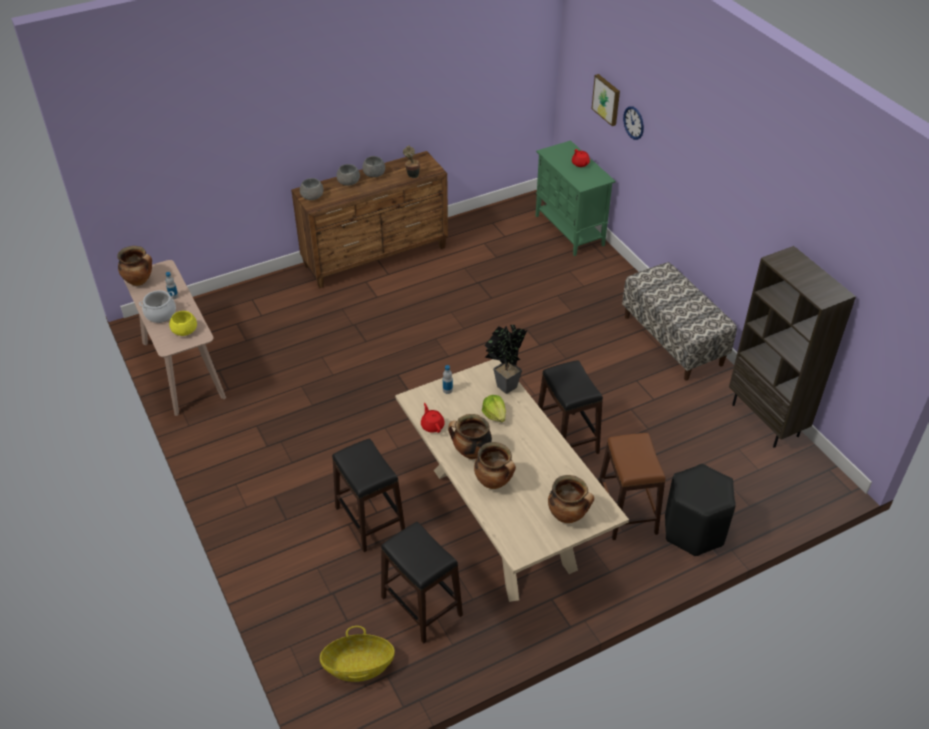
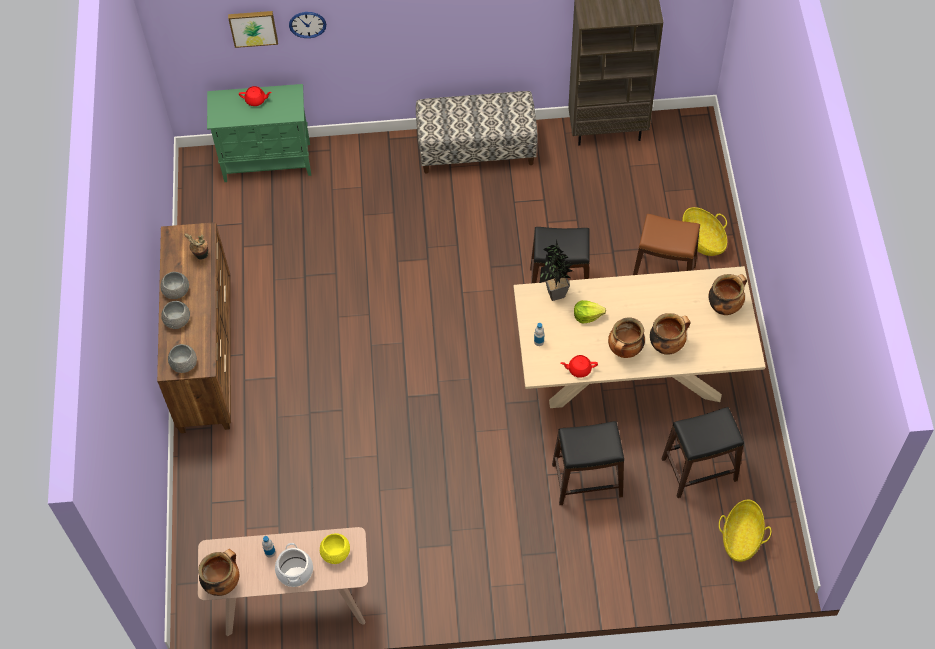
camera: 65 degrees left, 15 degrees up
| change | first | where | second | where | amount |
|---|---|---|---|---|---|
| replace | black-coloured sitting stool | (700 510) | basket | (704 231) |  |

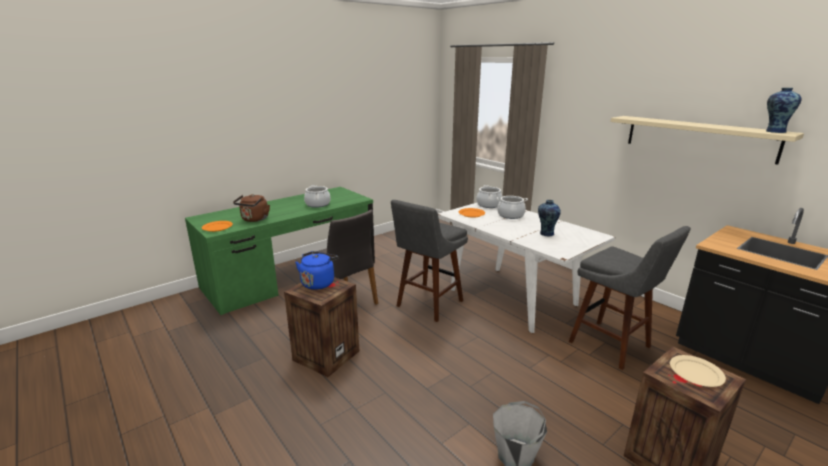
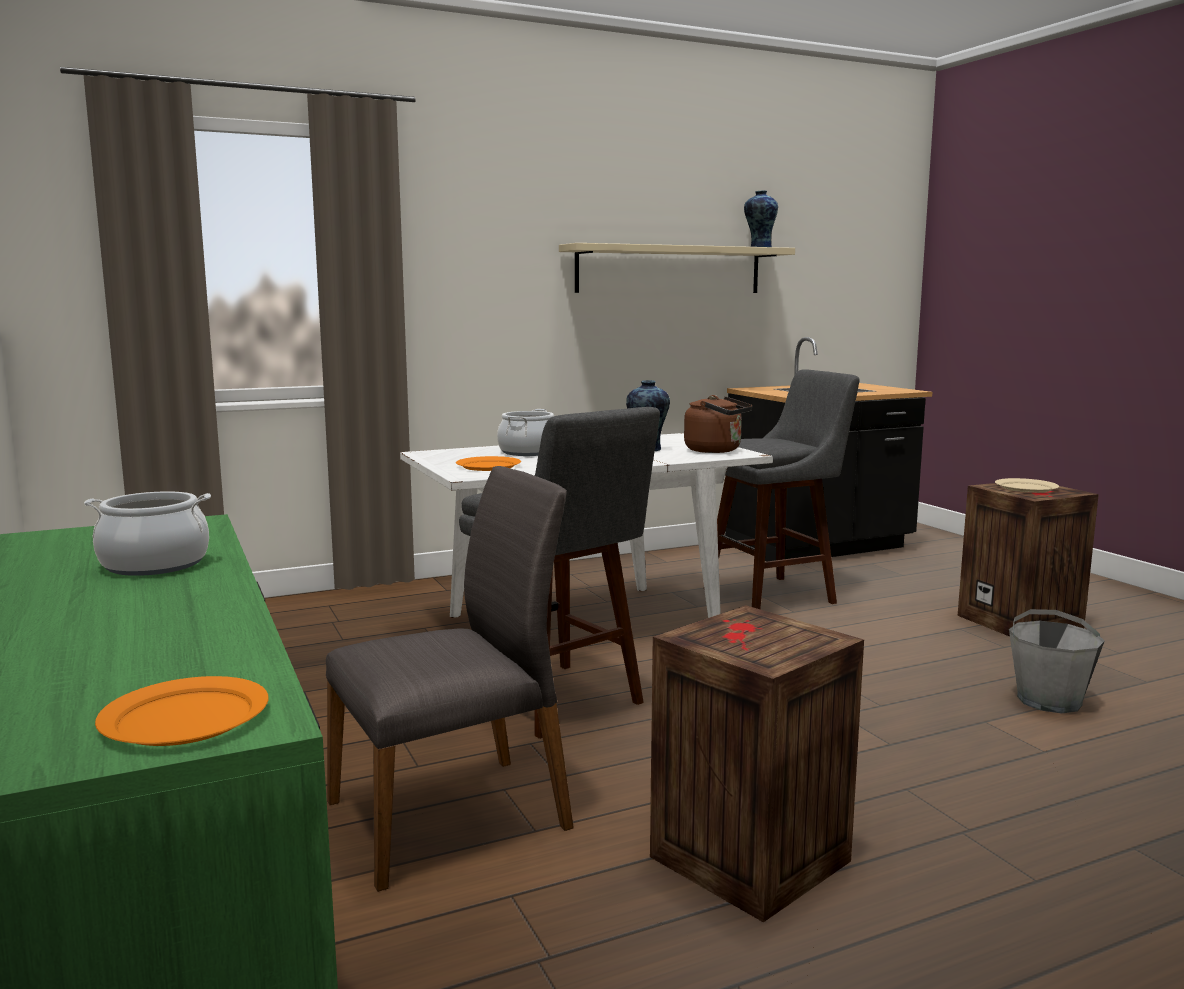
camera: 75 degrees left, 10 degrees down
| change | first | where | second | where | amount |
|---|---|---|---|---|---|
| delete | saucepot | (489 196) |  |  |  |
| move | brownish kettle | (251 208) |  | (718 424) |  |
| delete | bluish kettle | (316 270) |  |  |  |

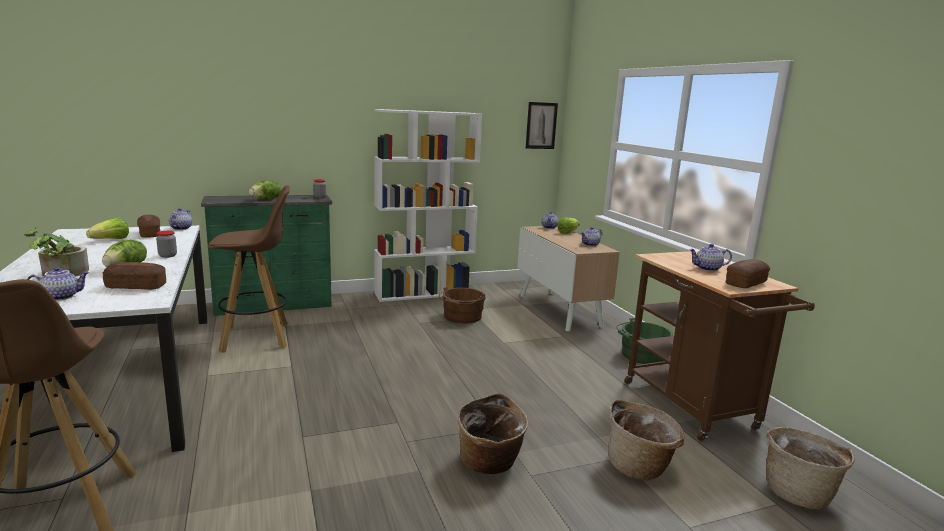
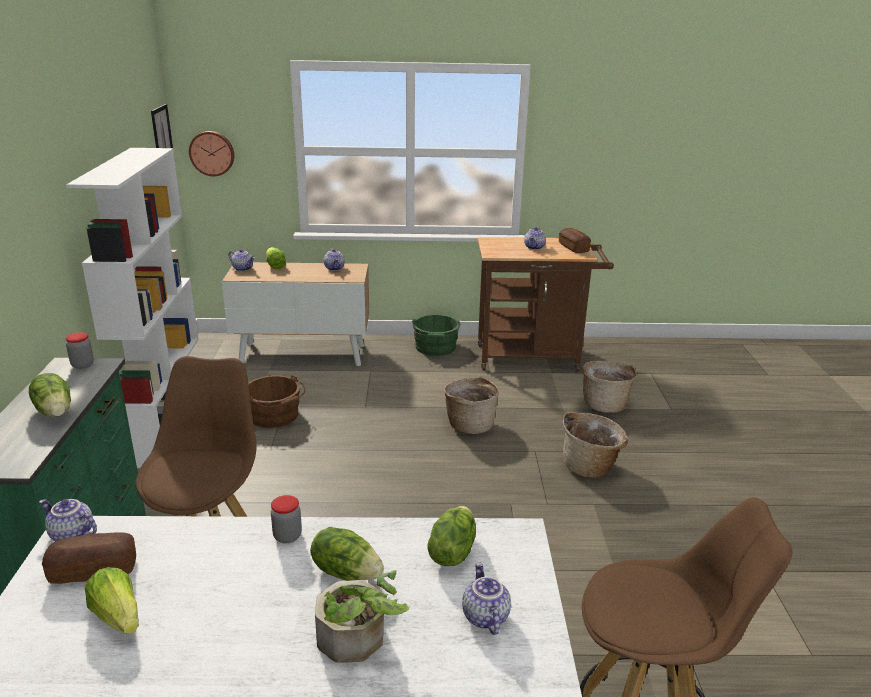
camera: 70 degrees left, 10 degrees up
| change | first | where | second | where | amount |
|---|---|---|---|---|---|
| replace | baked bread | (134 276) | lettuce head | (451 536) |  |
| move | basket | (810 468) |  | (471 405) |  |
| insert |  |  | clock on the wall | (211 153) |  |

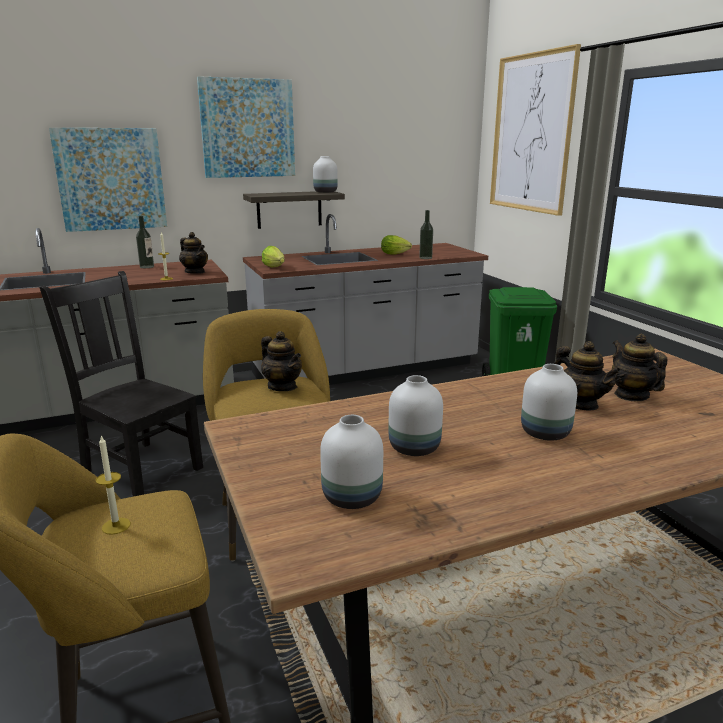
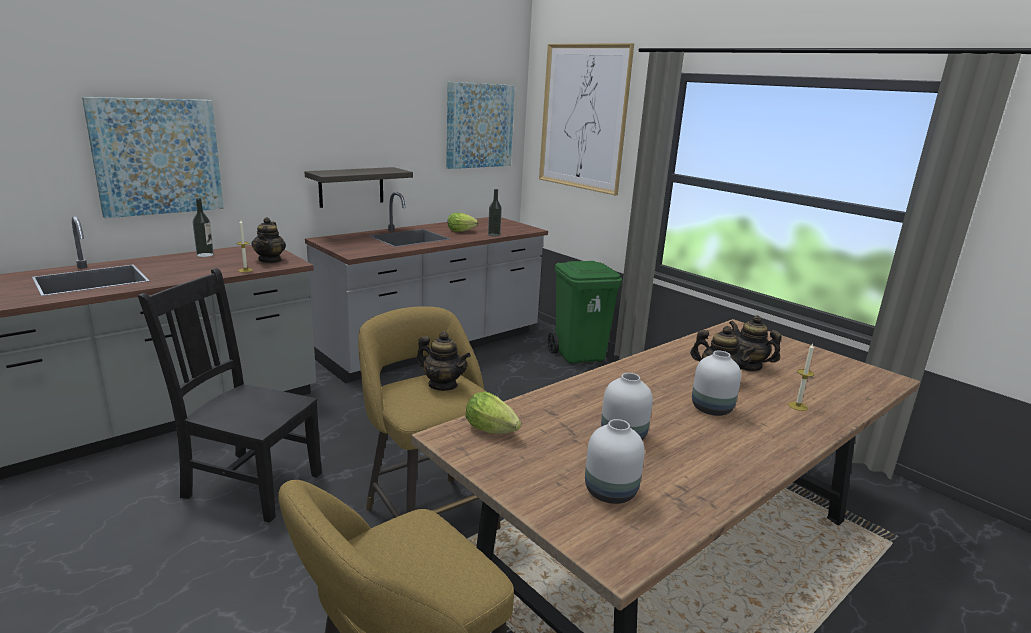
camera: 20 degrees left, 0 degrees up
| change | first | where | second | where | amount |
|---|---|---|---|---|---|
| move | wall art | (246 127) |  | (480 125) |  |
| delete | white-coloured flower vase | (325 174) |  |  |  |
| rotate | pot for tea | (193 253) |  | (268 240) | 60 degrees clockwise |
| move | lettuce head | (273 257) |  | (493 413) |  |
| move | candle | (113 485) |  | (801 377) |  |

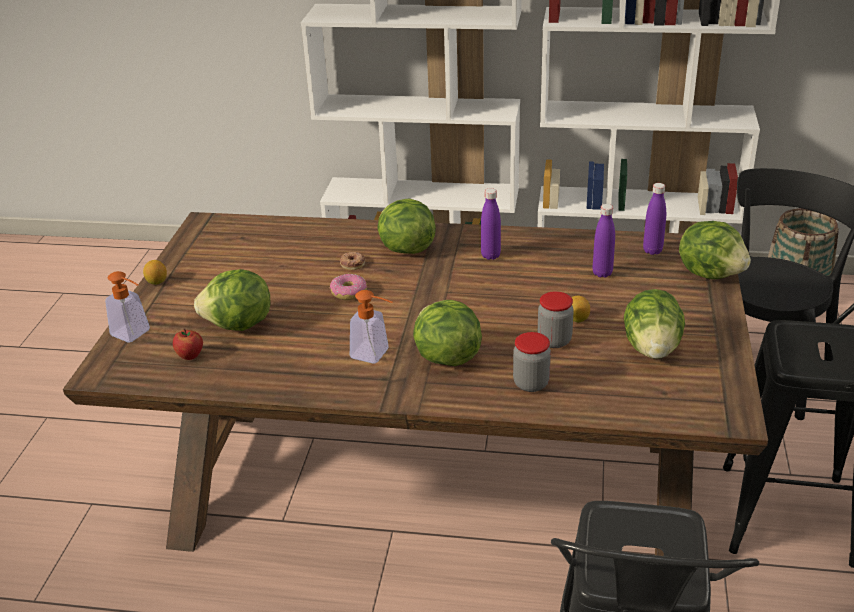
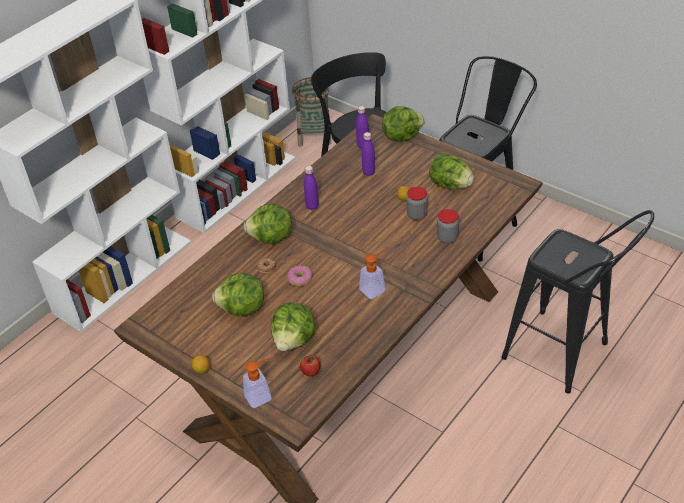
camera: 60 degrees left, 10 degrees up
| change | first | where | second | where | amount |
|---|---|---|---|---|---|
| move | lettuce head | (447 333) |  | (238 295) |  |

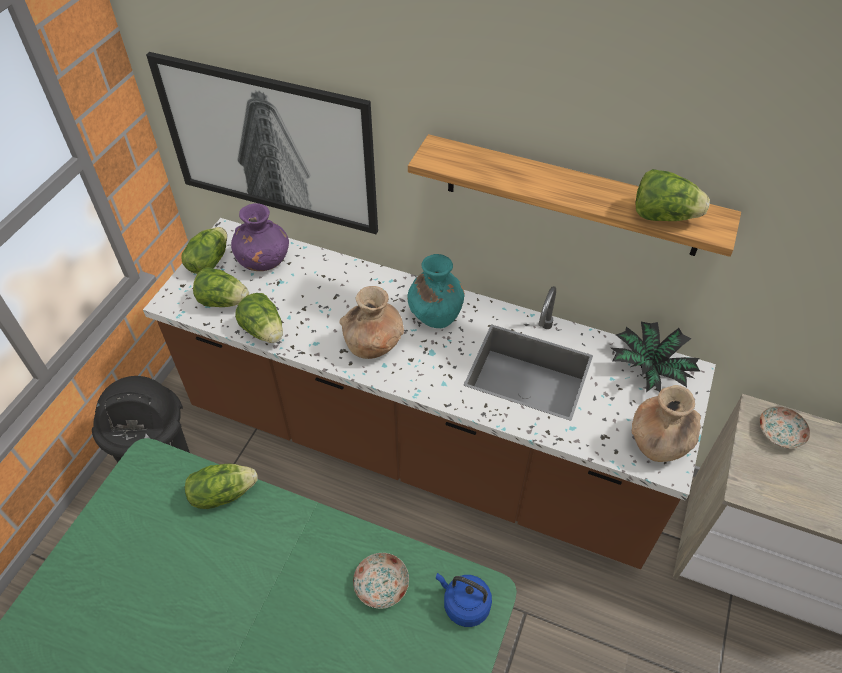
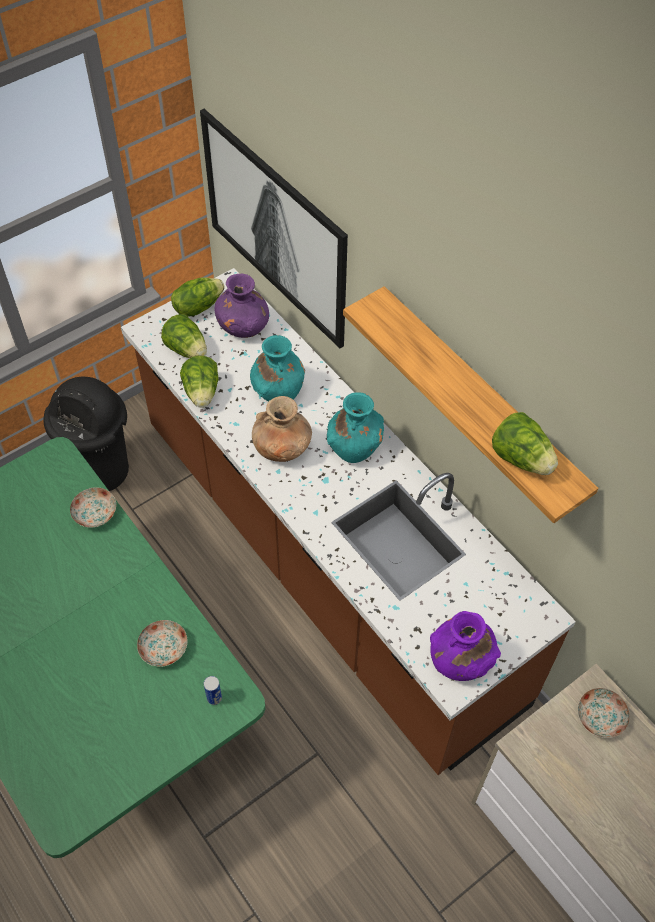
camera: 30 degrees right, 5 degrees up
| change | first | where | second | where | amount |
|---|---|---|---|---|---|
| delete | potted plant | (656 357) |  |  |  |
| recolor | brownish flower vase | (666 423) | purple flower vase | (465 646) |  |
| replace | lettuce head | (221 486) | flat dish | (93 507) |  |
| replace | bluish kettle | (464 600) | sealed can | (213 690) |  |
| insert |  |  | blue-green flower vase | (277 368) |  |

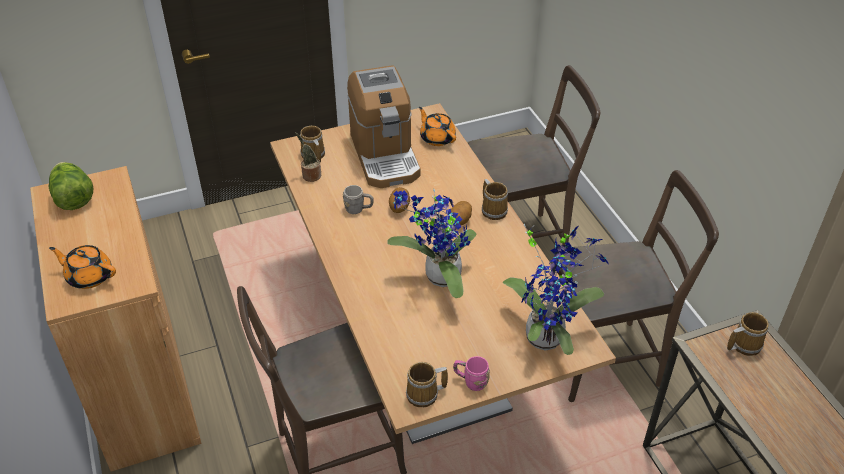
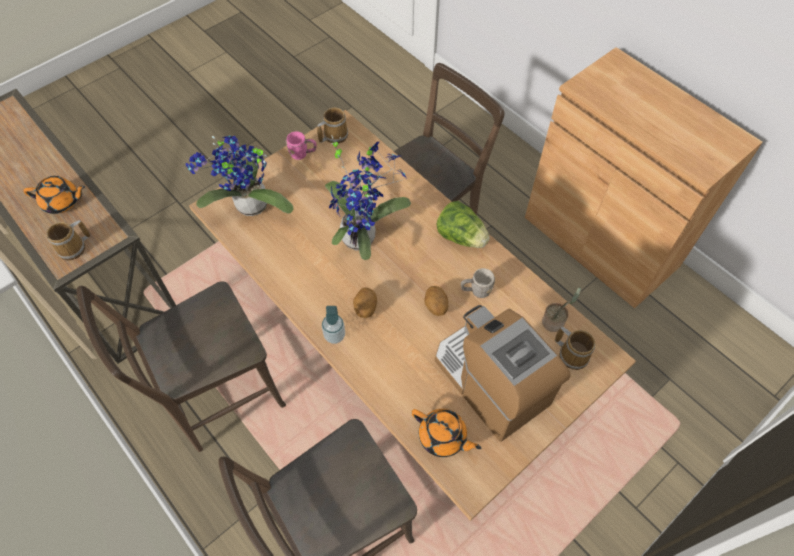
camera: 160 degrees right, 15 degrees up
| change | first | where | second | where | amount |
|---|---|---|---|---|---|
| move | lettuce head | (71 186) |  | (463 224) |  |
| replace | coffee mug | (495 199) | soap dispenser | (333 325) |  |
| move | orange-coloured pot for tea | (82 267) |  | (54 195) |  |

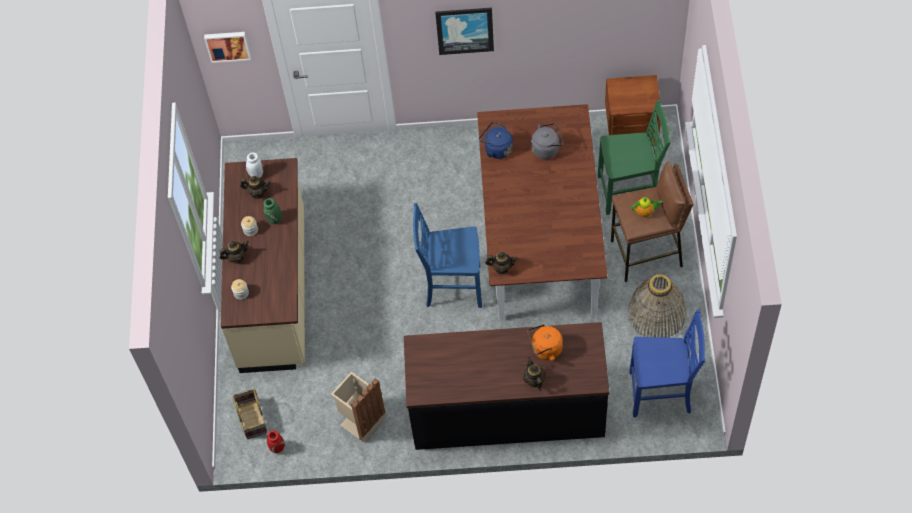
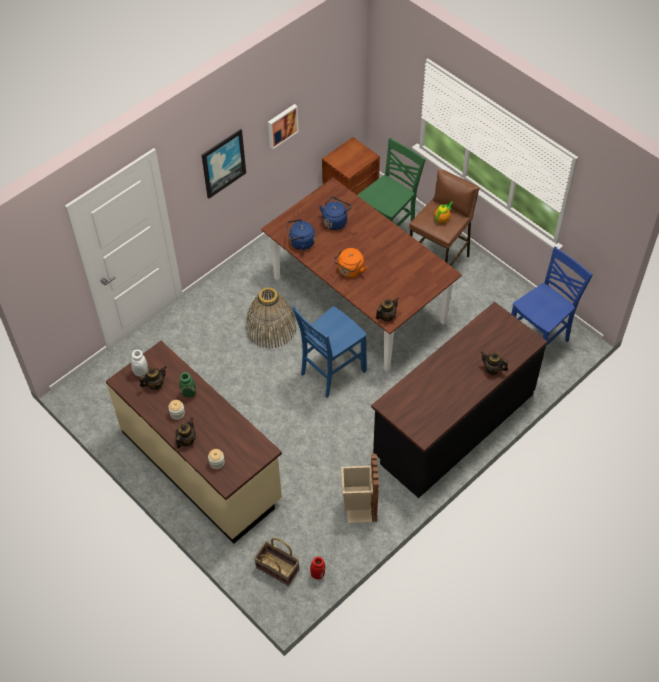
camera: 45 degrees left, 5 degrees down
| change | first | where | second | where | amount |
|---|---|---|---|---|---|
| move | wall art | (227 47) |  | (283 127) |  |
| recolor | gray kettle | (547 141) | bluish kettle | (335 213) |  |
| move | basket | (656 306) |  | (270 318) |  |
| move | orange-coloured kettle | (545 342) |  | (350 263) |  |

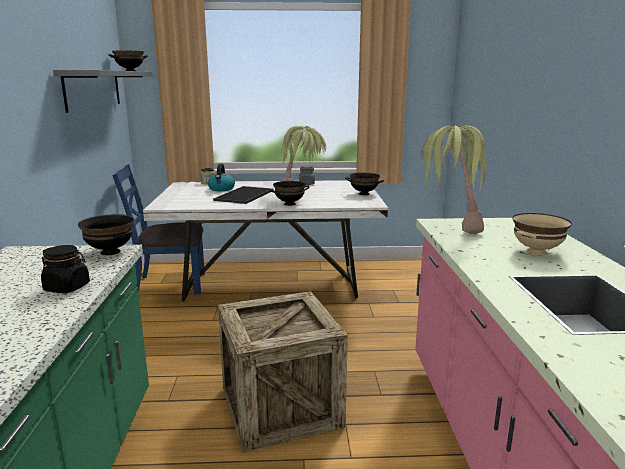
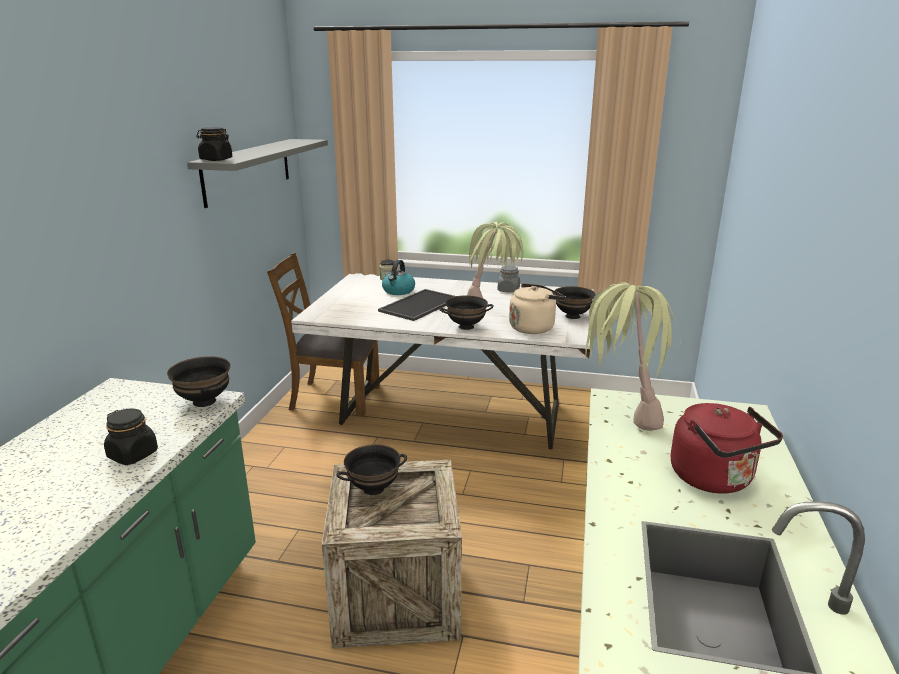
camera: 15 degrees right, 5 degrees up
| change | first | where | second | where | amount |
|---|---|---|---|---|---|
| move | black-coloured deep dish | (128 61) |  | (372 469) |  |
| recolor | bluish upright chair | (158 229) | brownish upright chair | (323 335) |  |
| replace | beige-coloured deep dish | (542 234) | red kettle | (727 448) |  |
| insert |  |  | black-coloured preserve jar | (214 144) |  |
| insert |  |  | beige-coloured kettle | (537 308) |  |

